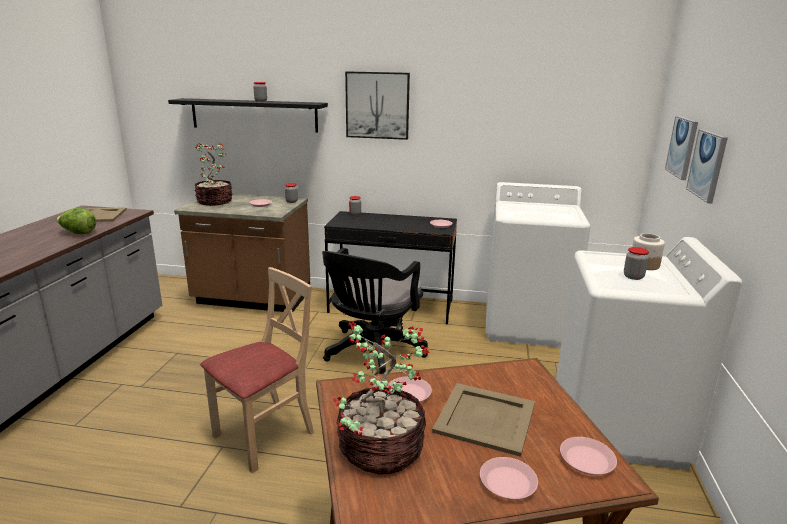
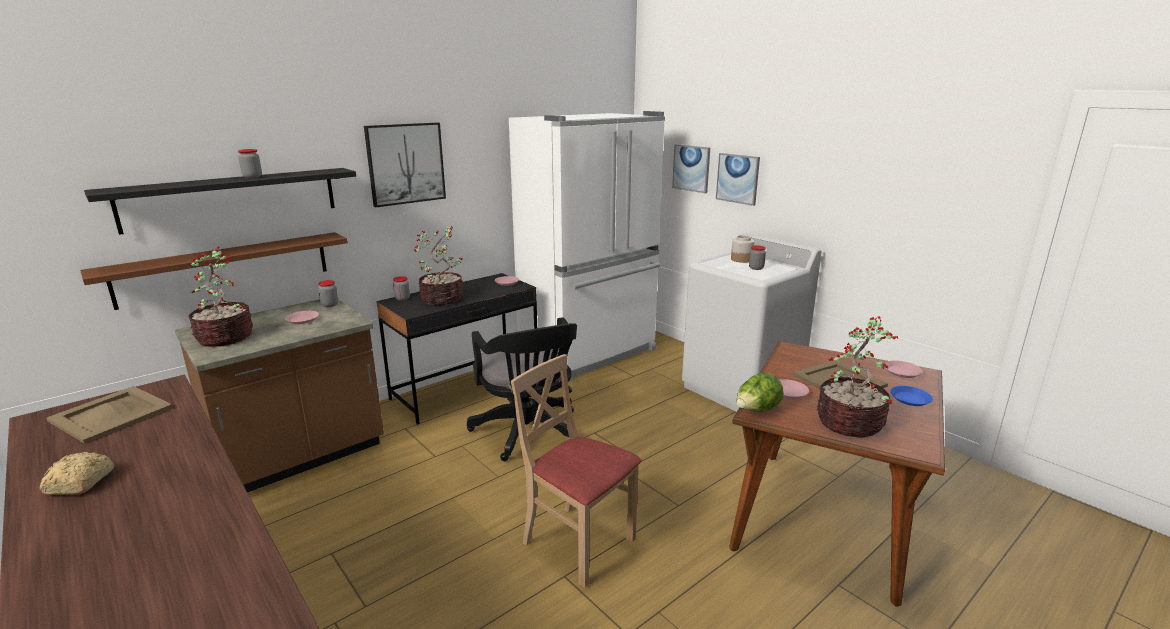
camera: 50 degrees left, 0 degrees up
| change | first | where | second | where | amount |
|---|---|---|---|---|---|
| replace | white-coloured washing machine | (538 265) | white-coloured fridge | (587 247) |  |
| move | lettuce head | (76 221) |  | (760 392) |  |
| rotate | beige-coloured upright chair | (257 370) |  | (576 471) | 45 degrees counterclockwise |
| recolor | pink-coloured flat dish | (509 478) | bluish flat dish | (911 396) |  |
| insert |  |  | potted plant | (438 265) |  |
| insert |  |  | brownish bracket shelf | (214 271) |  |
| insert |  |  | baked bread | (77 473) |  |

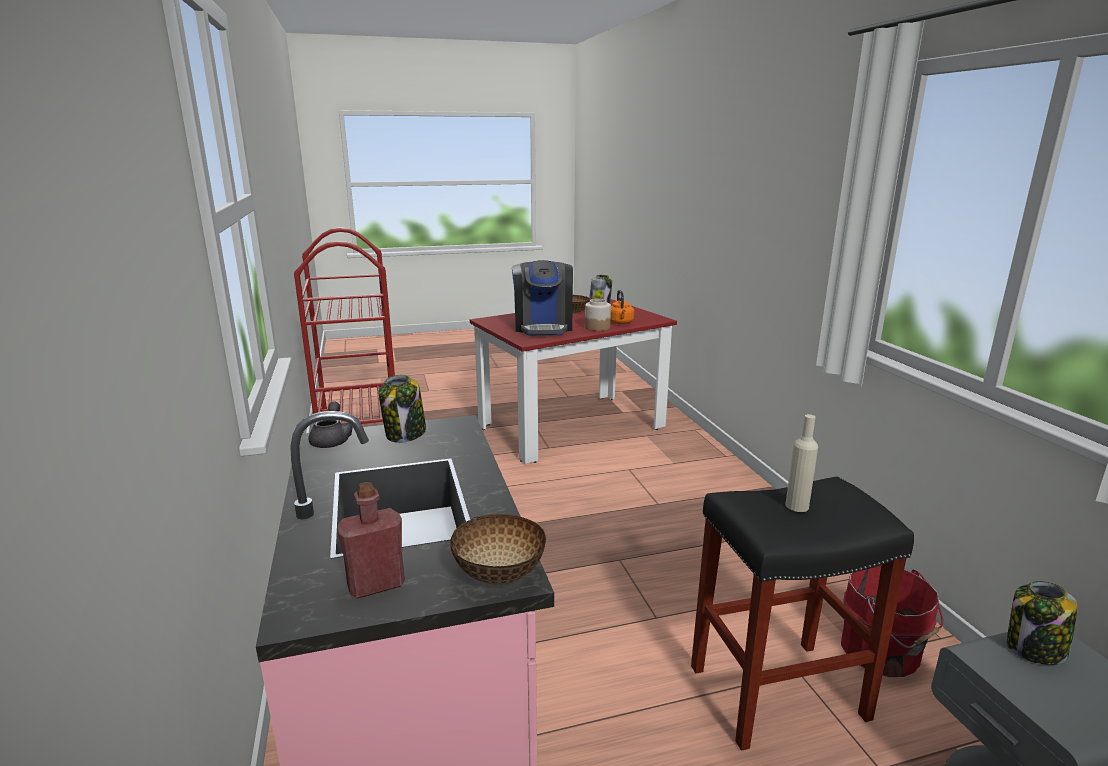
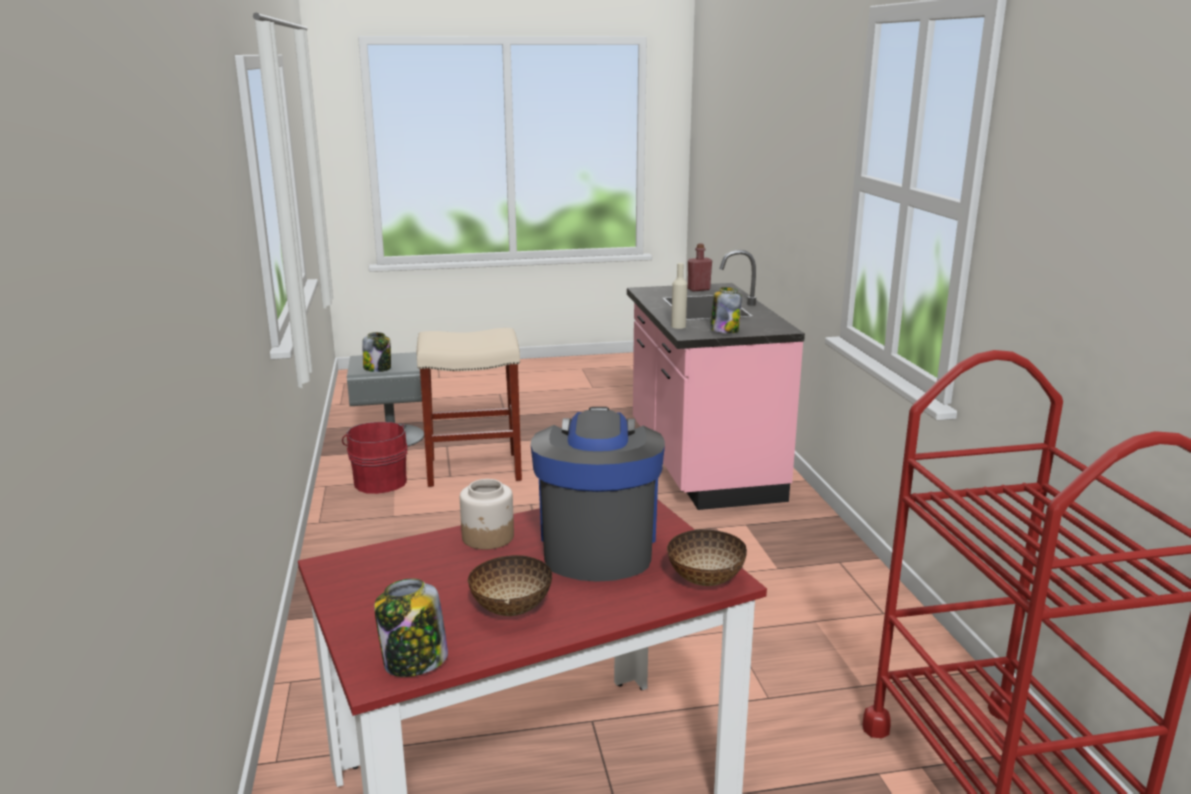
camera: 175 degrees left, 0 degrees up
| change | first | where | second | where | amount |
|---|---|---|---|---|---|
| delete | orange-coloured kettle | (622 307) |  |  |  |
| delete | gray pot for tea | (330 424) |  |  |  |
| move | beige-coloured bottle | (801 463) |  | (679 296) |  |
| recolor | black-coloured sitting stool | (802 613) | beige-coloured sitting stool | (469 407) |  |
| move | deep dish | (498 549) |  | (707 558) |  |

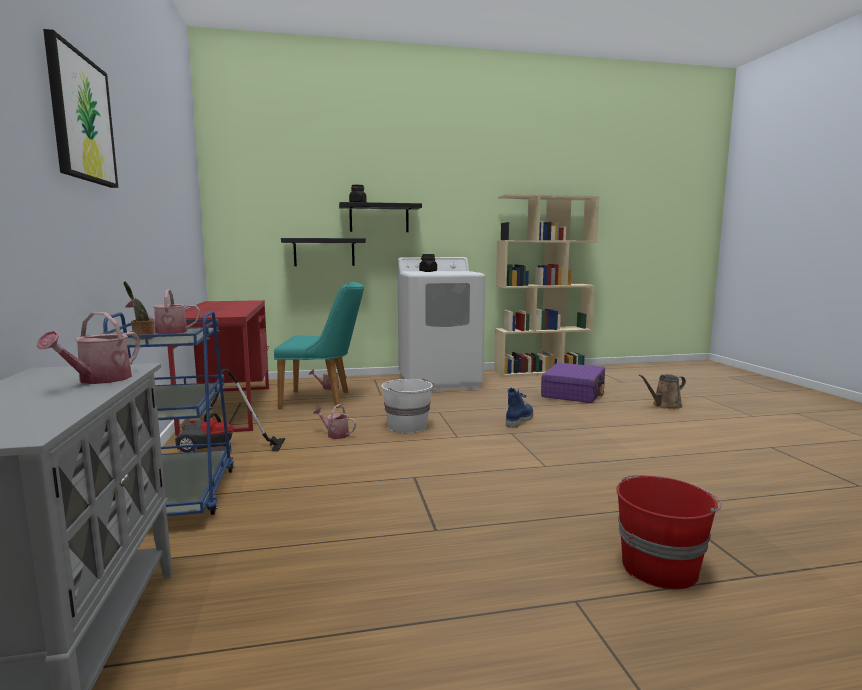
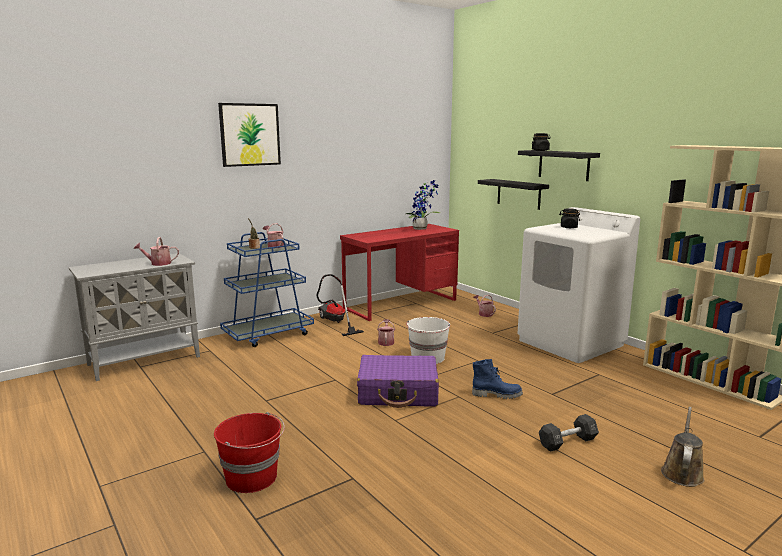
camera: 65 degrees right, 5 degrees up
| change | first | where | second | where | amount |
|---|---|---|---|---|---|
| delete | blue-green upright chair | (319 345) |  |  |  |
| move | purple piece of luggage | (573 382) |  | (398 381) |  |
| rotate | brownish sprinkling can | (662 391) |  | (682 447) | 75 degrees clockwise |
| insert |  |  | potted plant | (423 205) |  |
| insert |  |  | black-coloured hand weight | (569 433) |  |

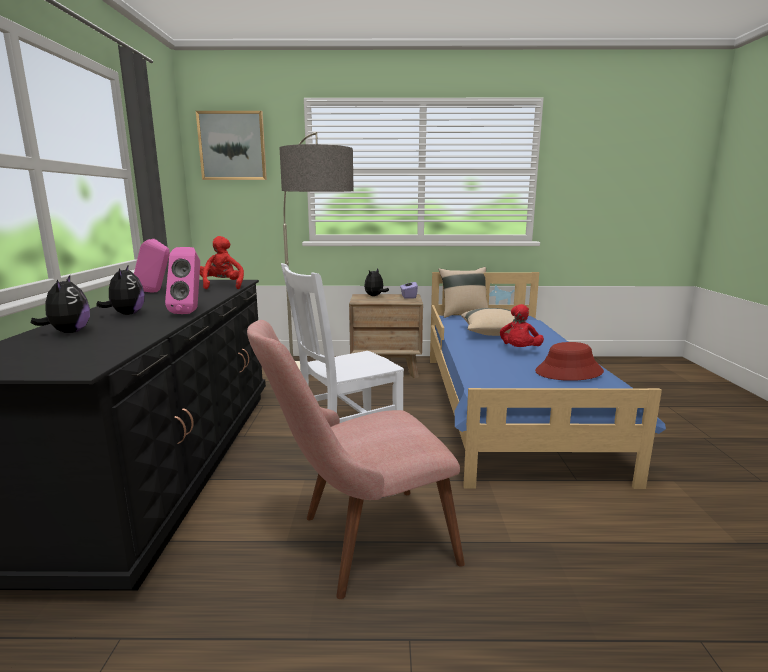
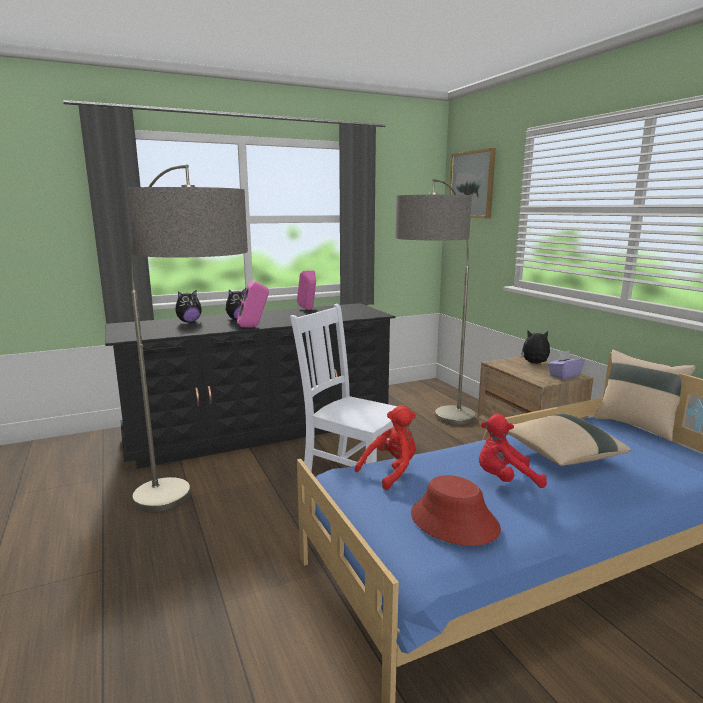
camera: 65 degrees right, 0 degrees up
| change | first | where | second | where | amount |
|---|---|---|---|---|---|
| move | red soft toy | (222 262) |  | (385 447) |  |
| replace | pink-coloured upright chair | (356 459) | standing lamp | (188 338) |  |

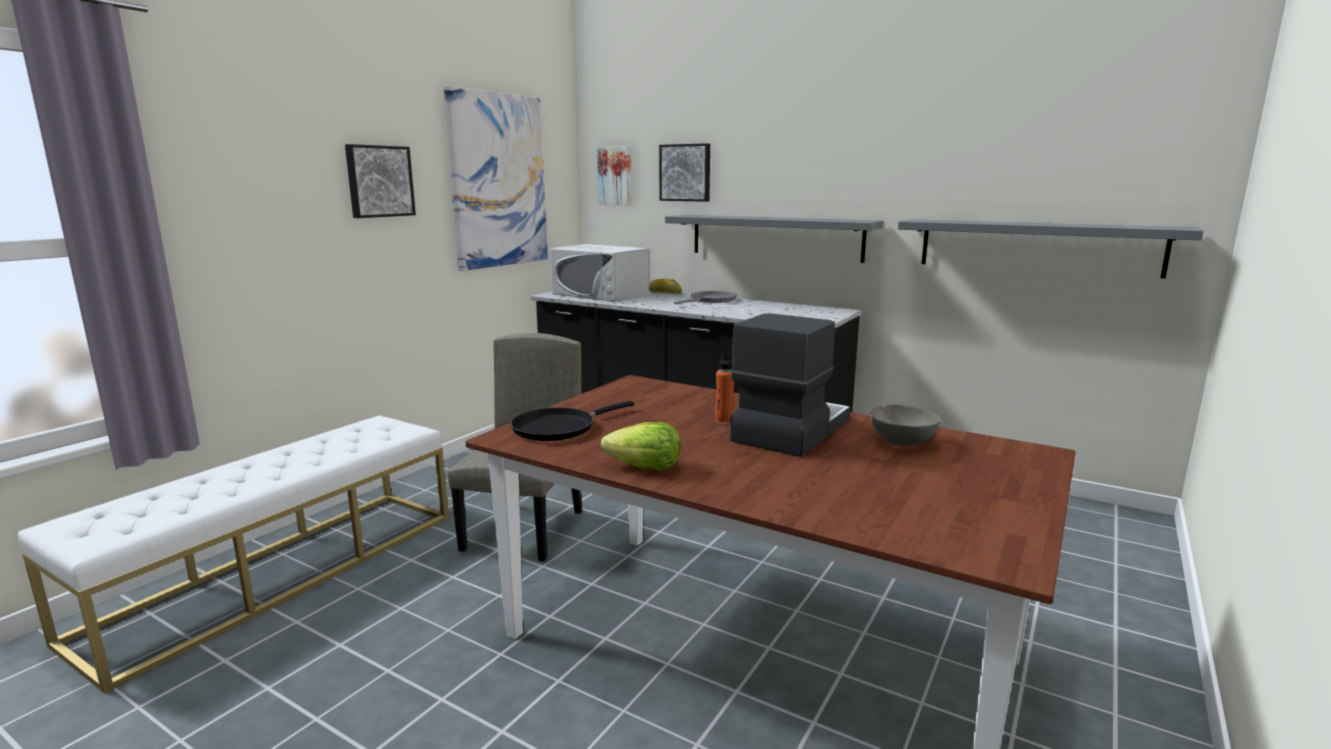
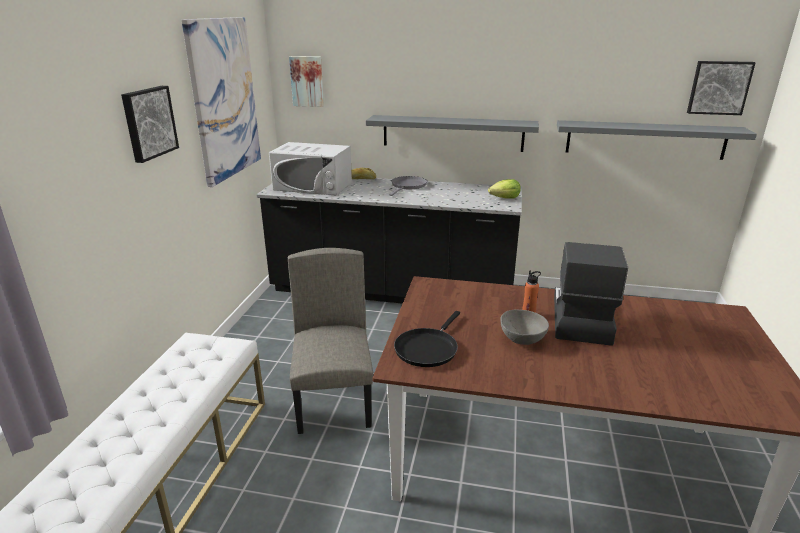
camera: 20 degrees left, 10 degrees up
| change | first | where | second | where | amount |
|---|---|---|---|---|---|
| move | wall art | (684 172) |  | (721 88) |  |
| move | gray deep dish | (906 425) |  | (525 327) |  |
| move | lettuce head | (640 446) |  | (504 189) |  |

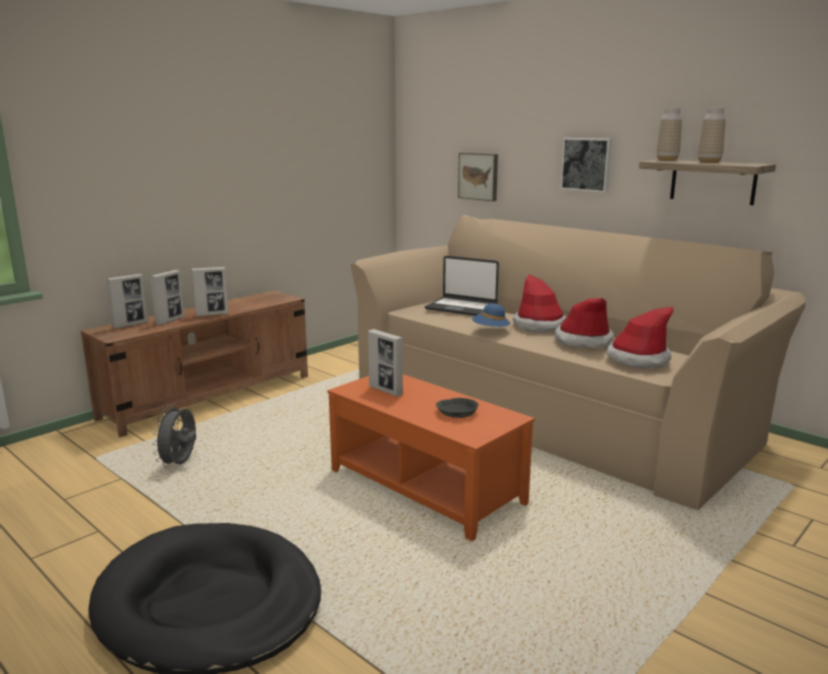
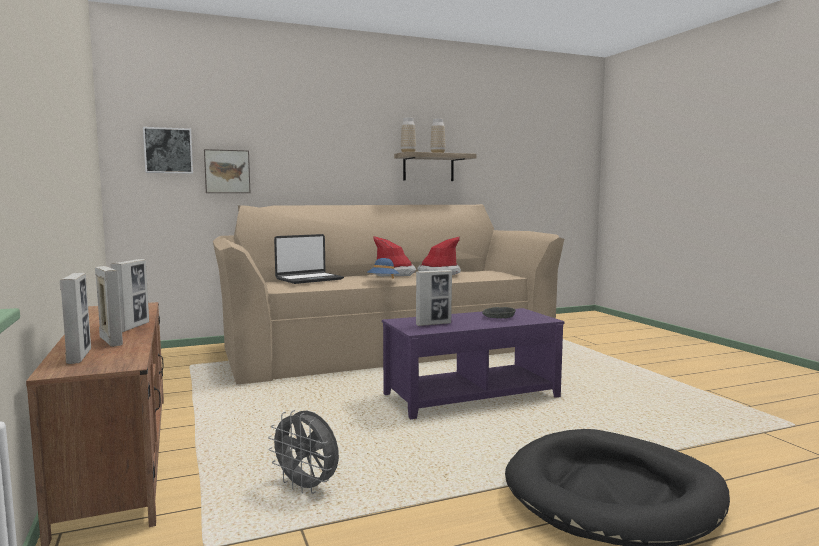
camera: 65 degrees left, 10 degrees down
| change | first | where | second | where | amount |
|---|---|---|---|---|---|
| move | wall art | (586 165) |  | (168 150) |  |
| delete | hat | (639 337) |  |  |  |
| recolor | orange-coloured low table | (431 457) | purple low table | (473 363) |  |

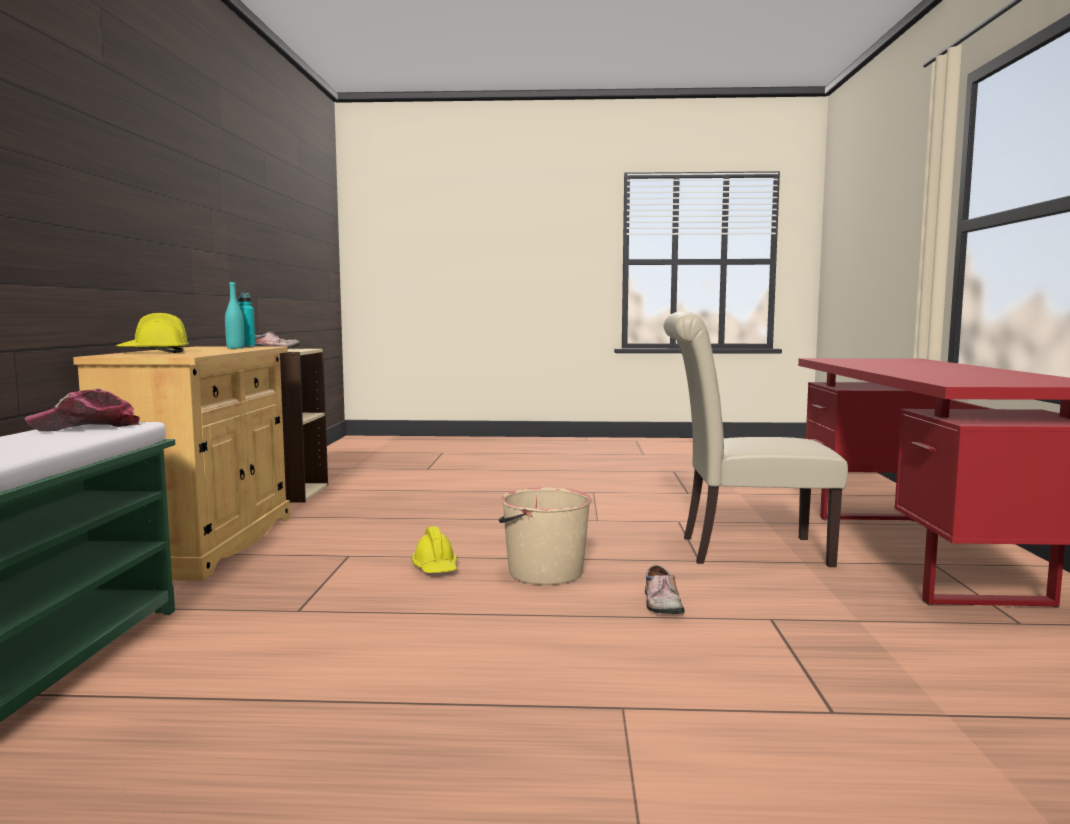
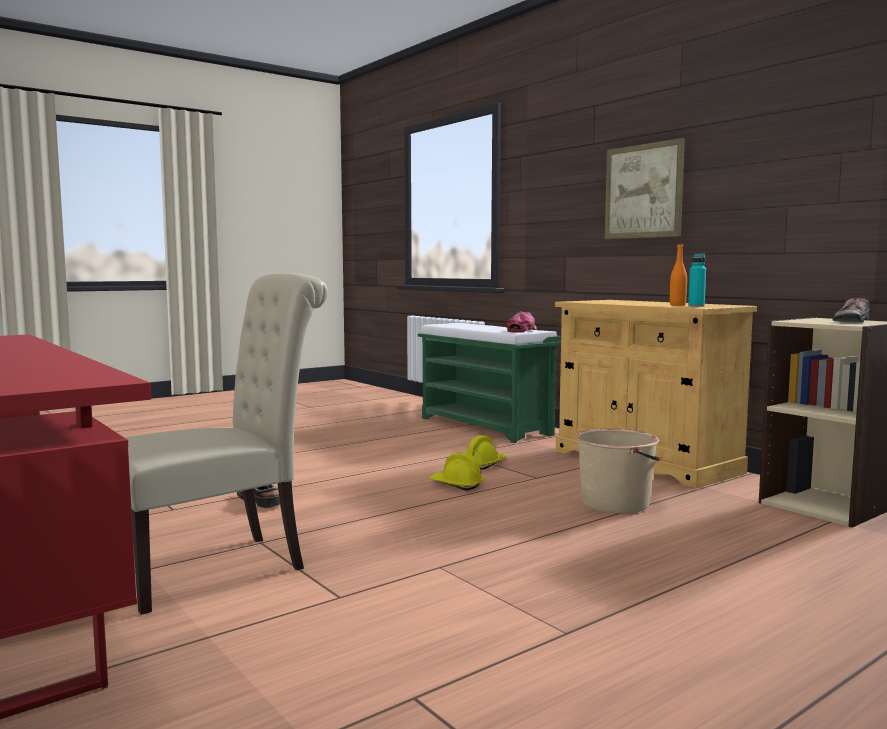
camera: 140 degrees right, 0 degrees up
| change | first | where | second | where | amount |
|---|---|---|---|---|---|
| recolor | blue-green bottle | (234 315) | orange-coloured bottle | (678 274) |  |
| move | yellow safety helmet | (152 333) |  | (486 452) |  |
| move | beige-coloured pail | (545 536) |  | (618 471) |  |
| insert |  |  | wall art | (645 188) |  |

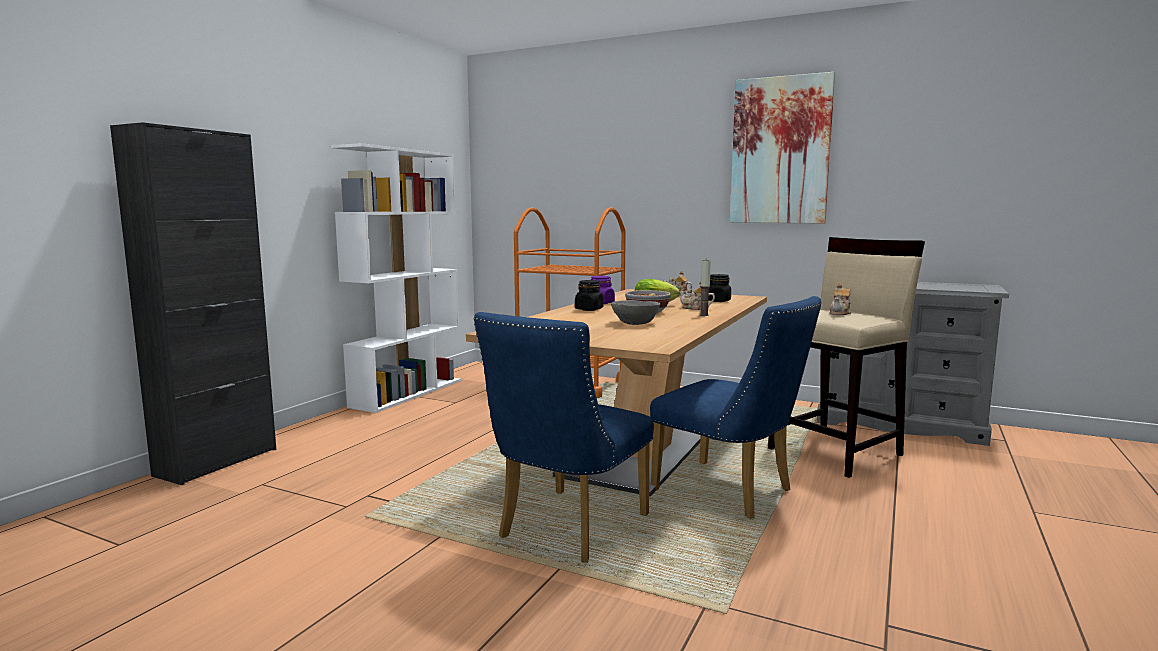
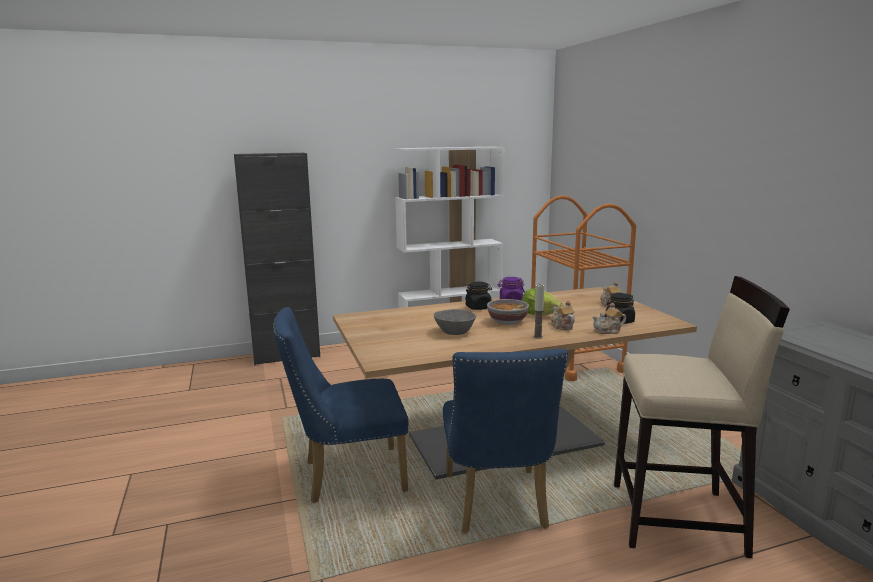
camera: 45 degrees right, 5 degrees up
| change | first | where | second | where | amount |
|---|---|---|---|---|---|
| delete | wall art | (782 148) |  |  |  |
| move | pot for tea | (840 299) |  | (609 318) |  |

